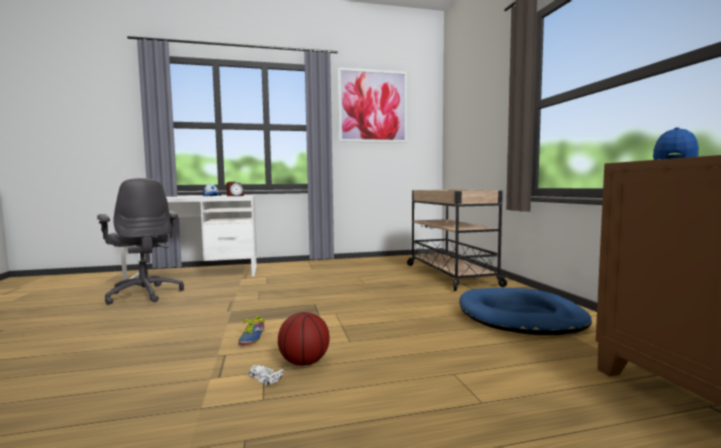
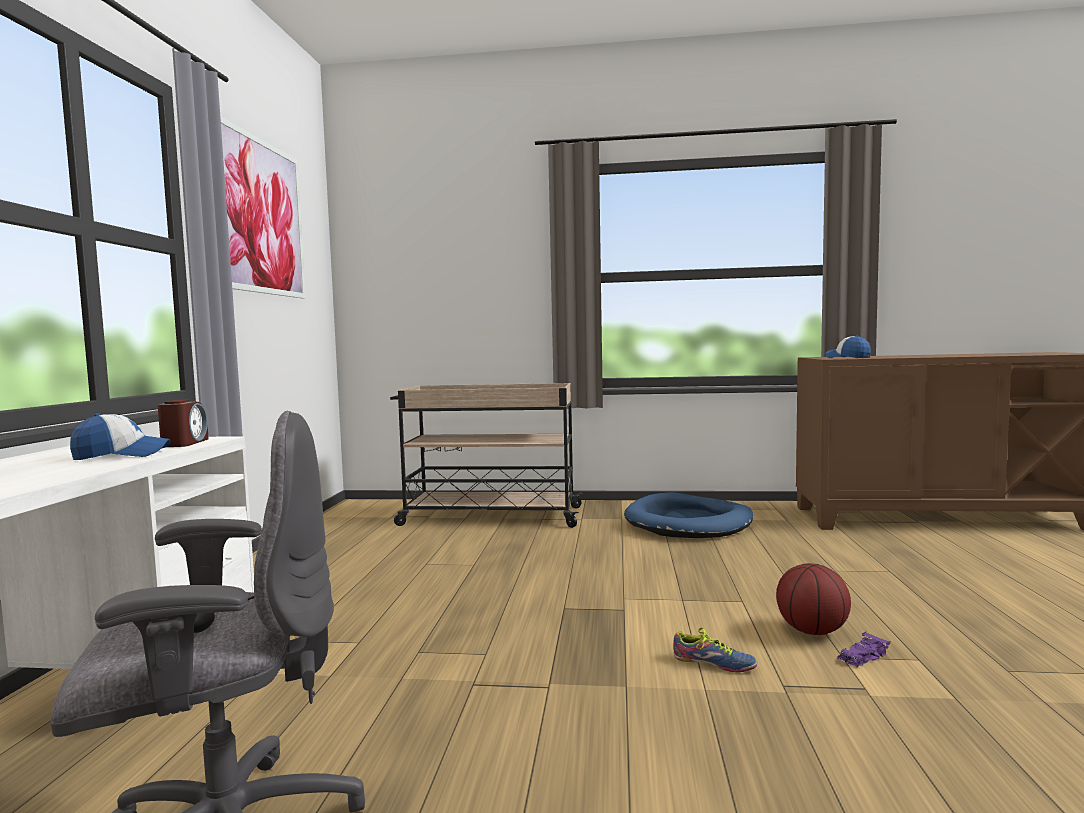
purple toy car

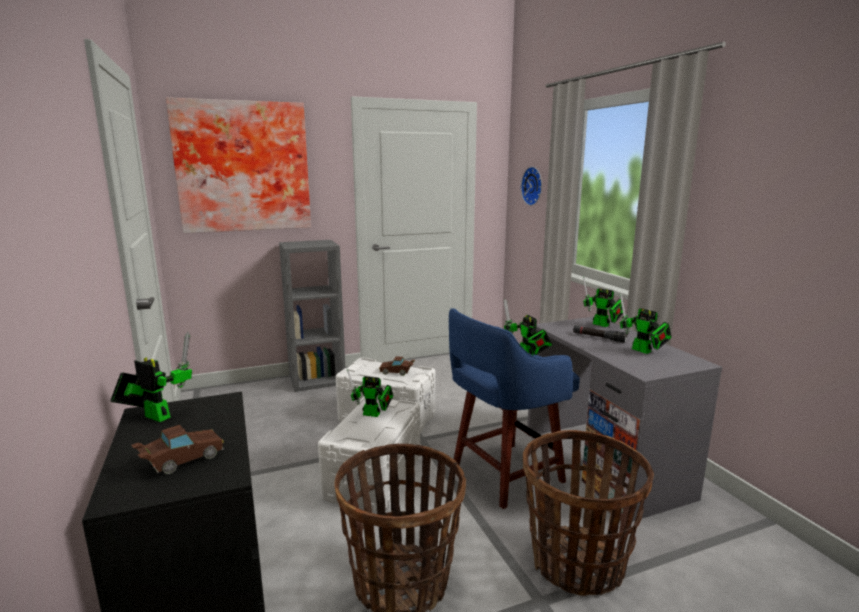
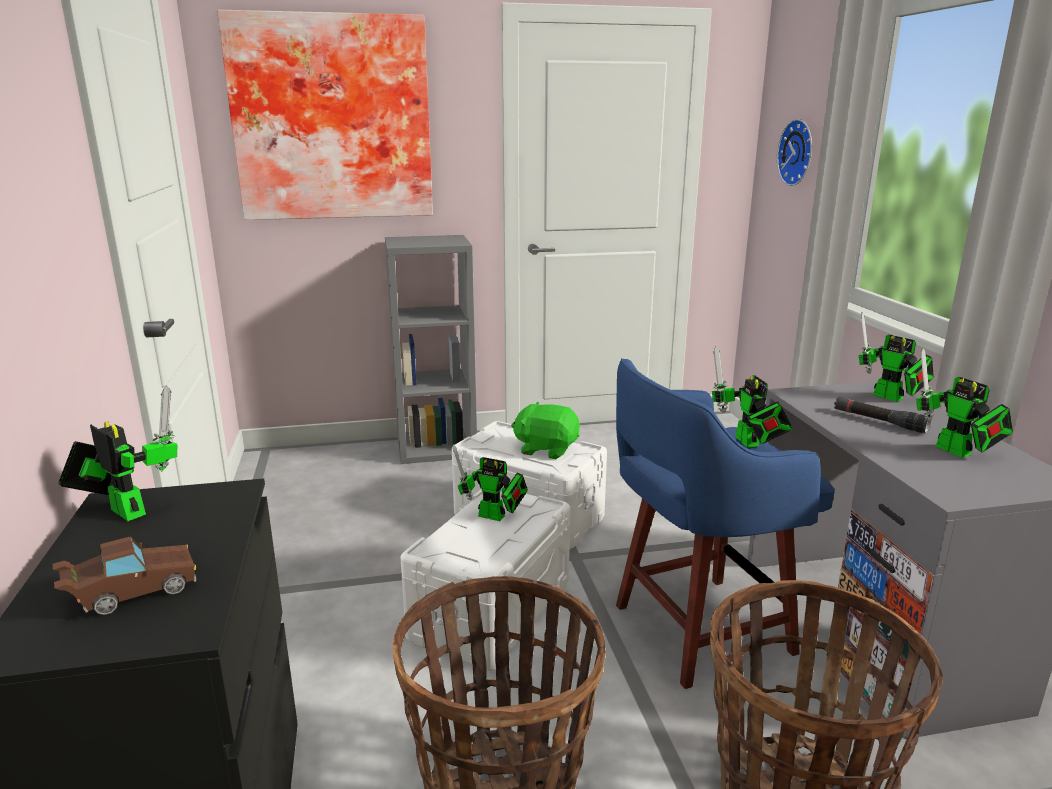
green plush toy

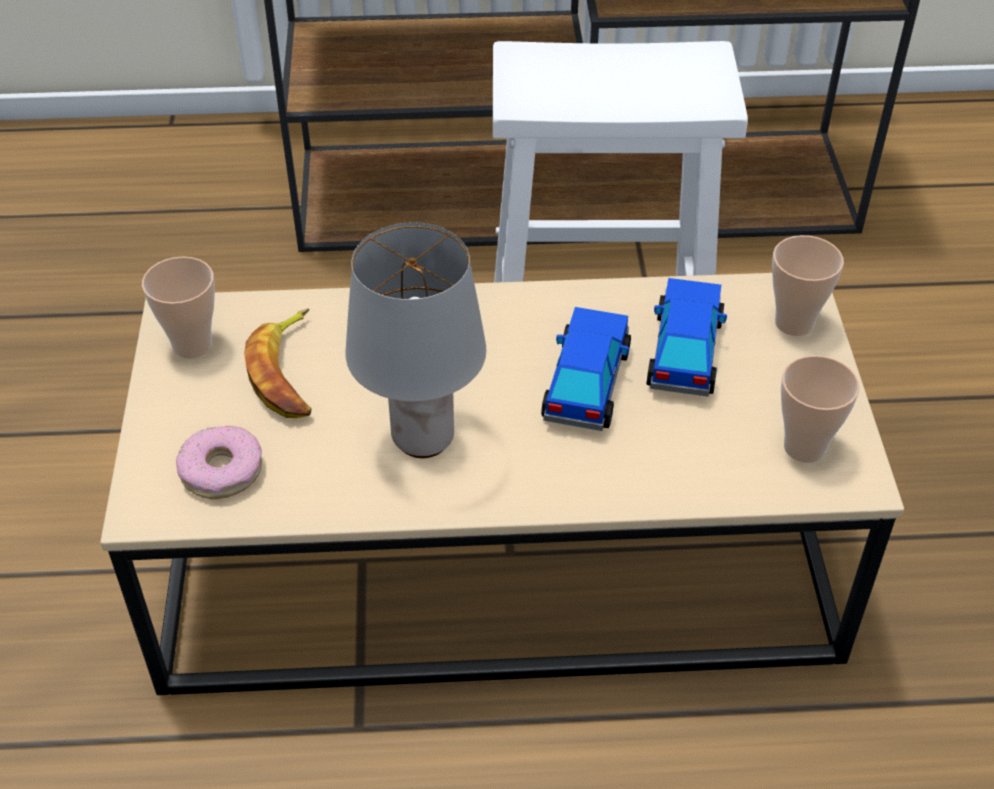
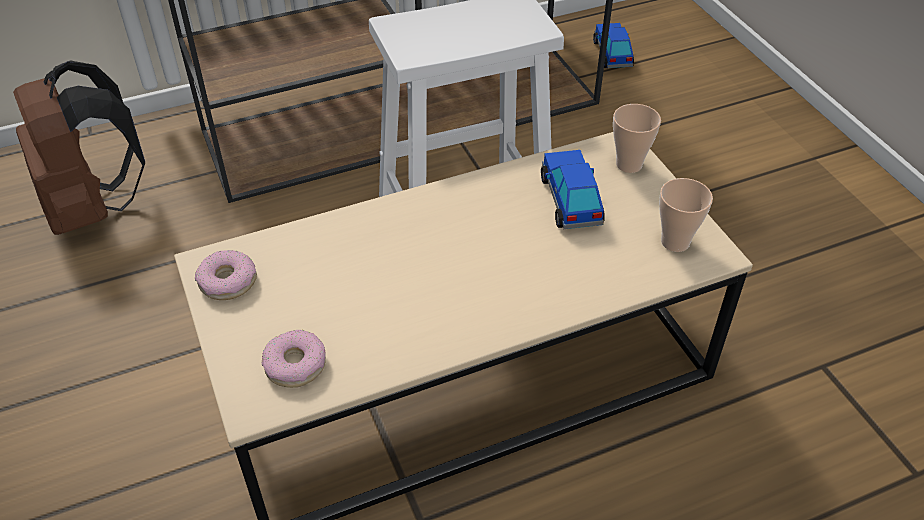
donut (no. 1 from left)
banana
grey table lamp
toy car (no. 2 from left)
brown backpack

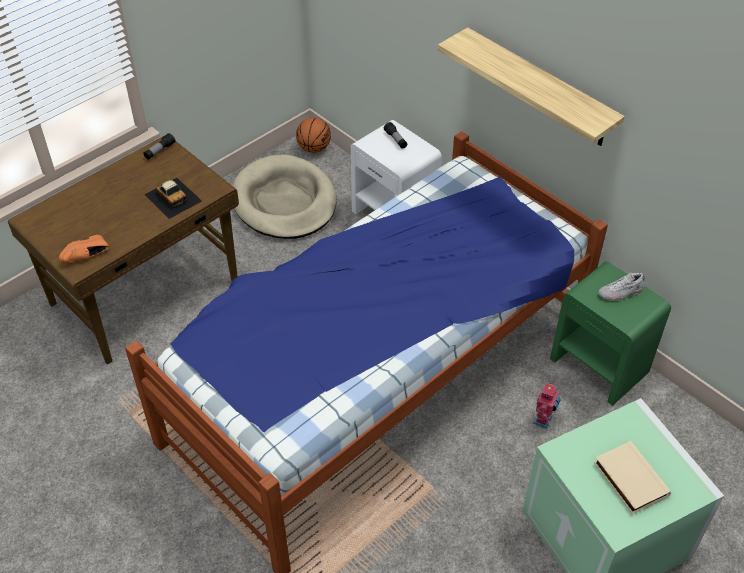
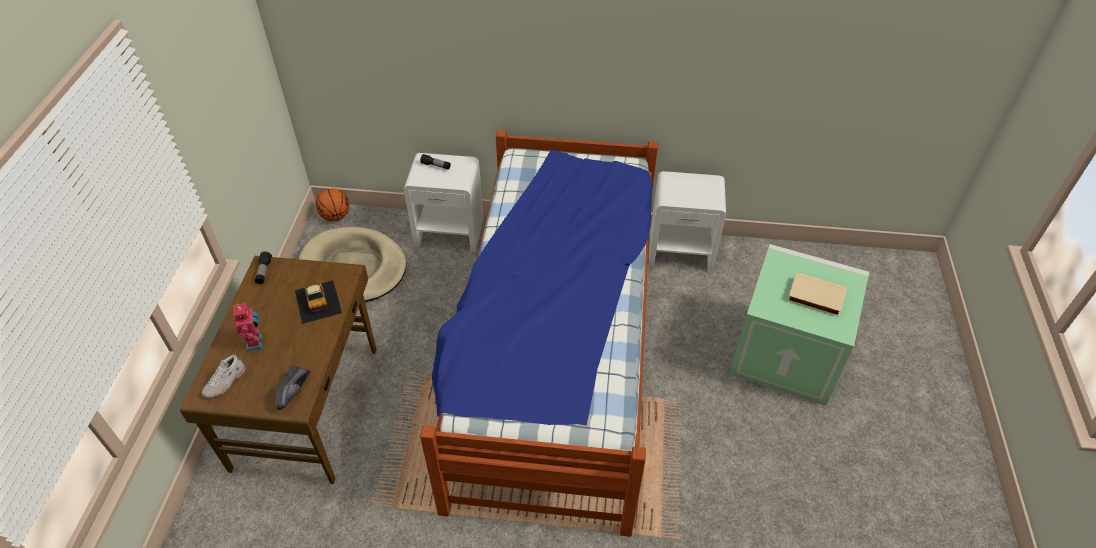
black shoe
toy car
shelf
toy robot
white nightstand (no. 2 from left)
white shoe

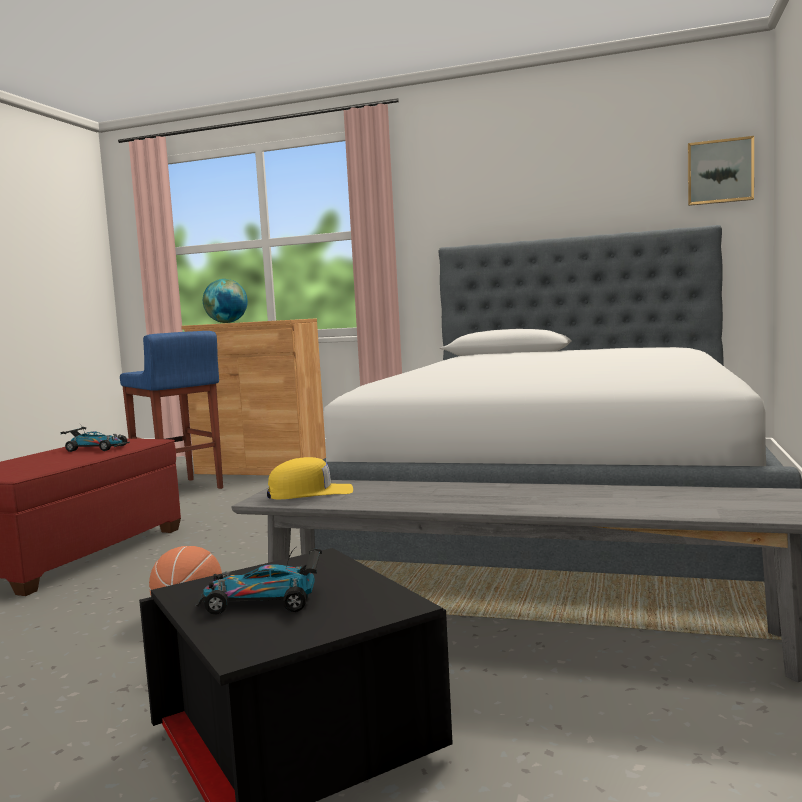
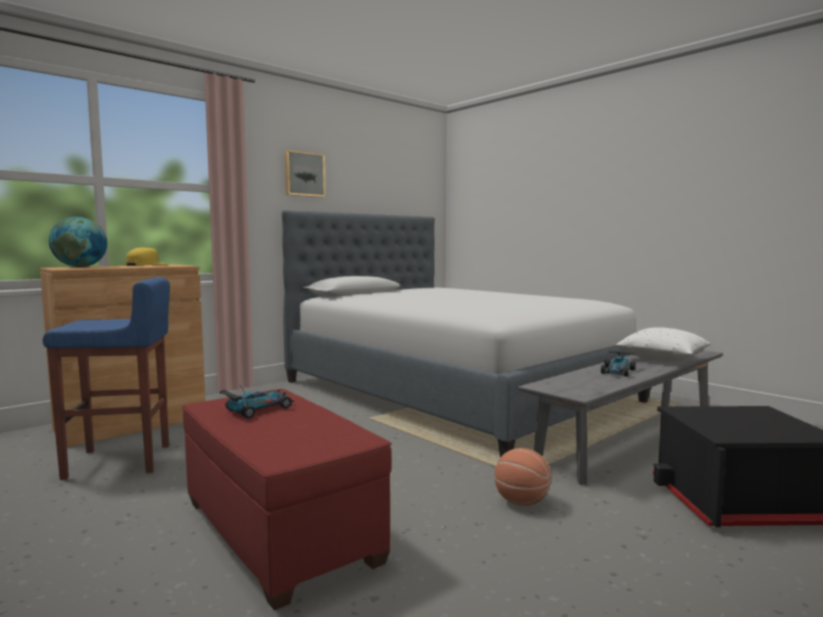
toy car (no. 2 from left)
yellow cap
picture
white pillow

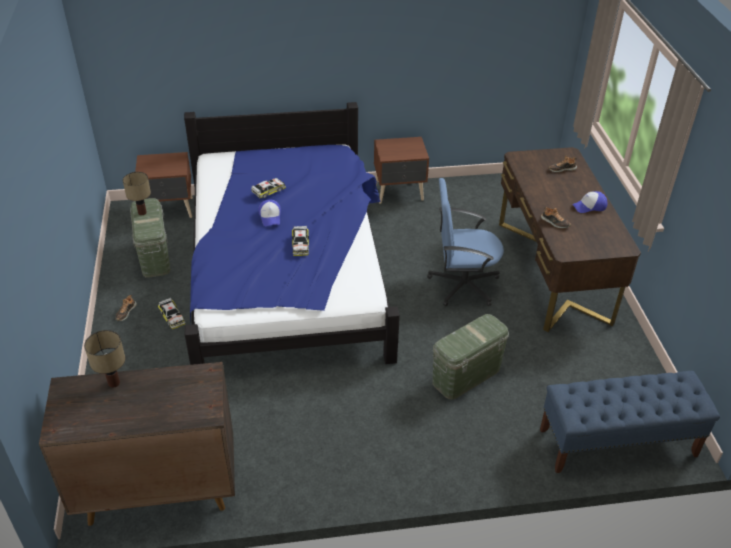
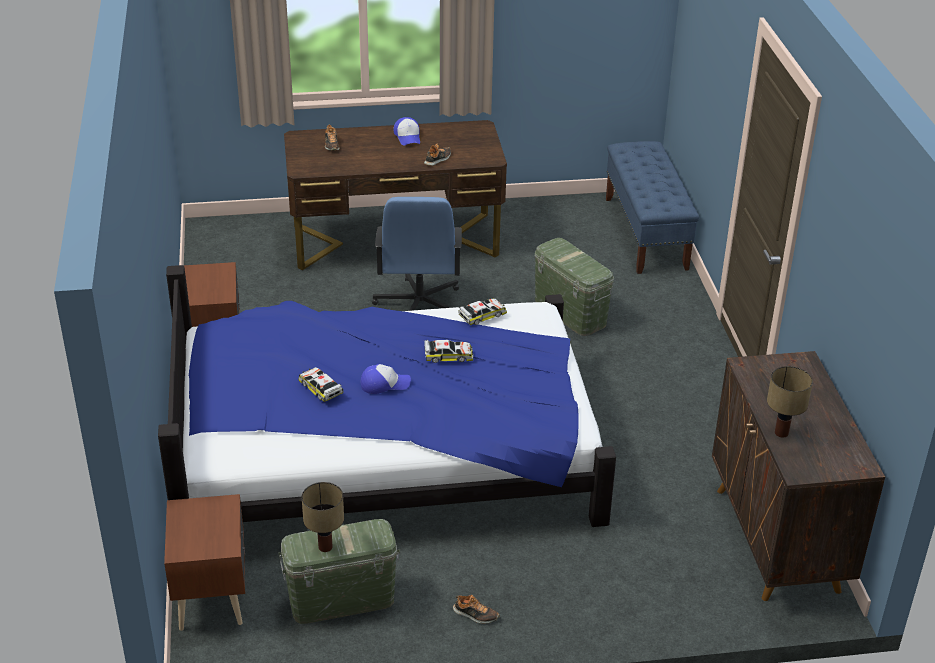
toy car (no. 3 from left)

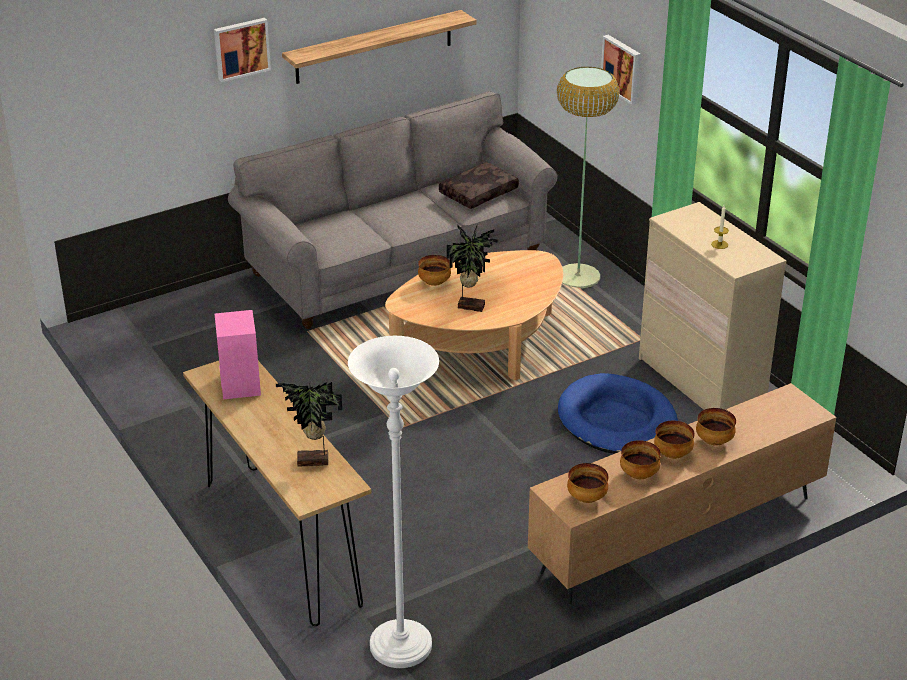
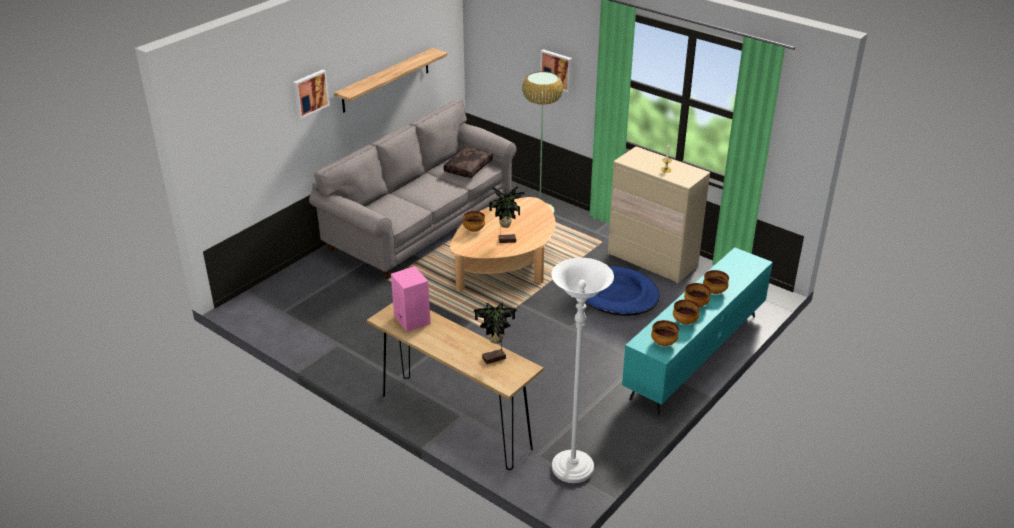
turquoise tv stand

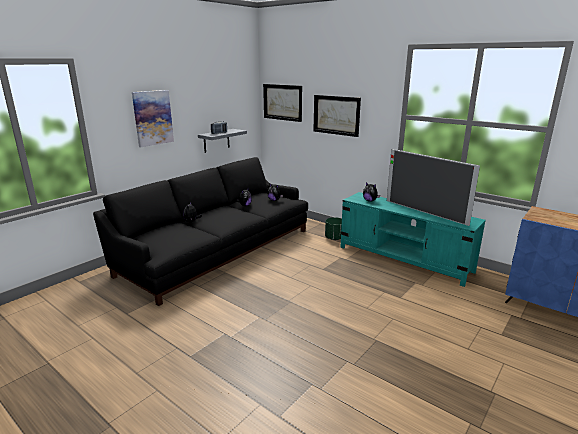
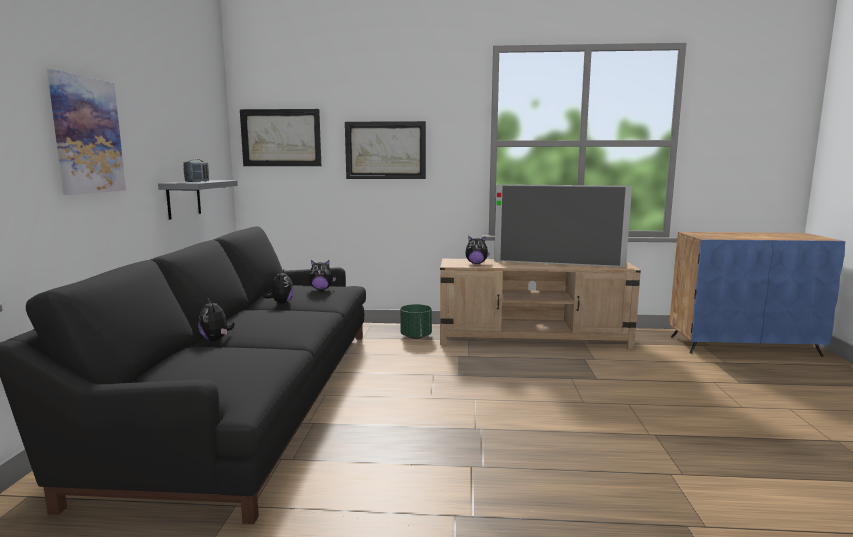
beige tv stand

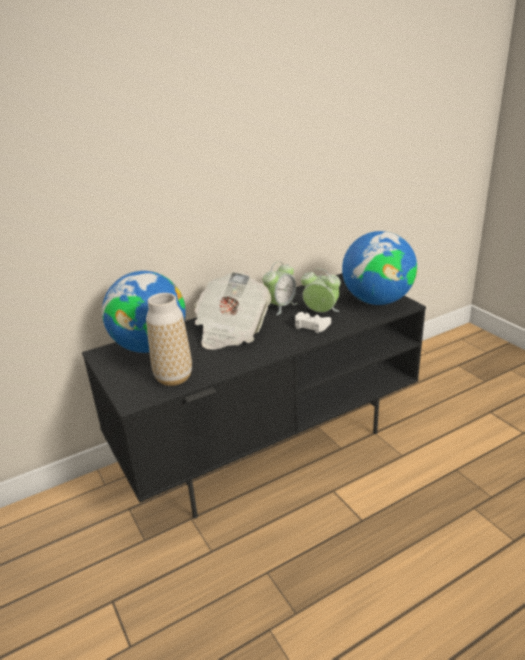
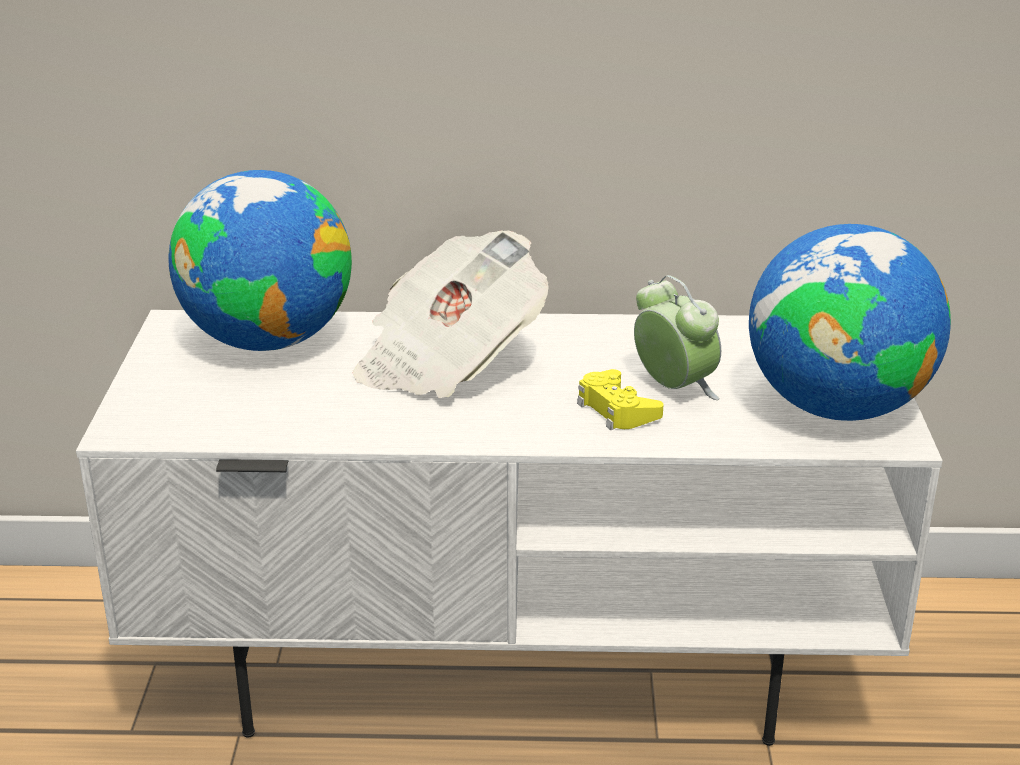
white tv stand
vase
alarm clock (no. 1 from left in the first image)
yellow game controller

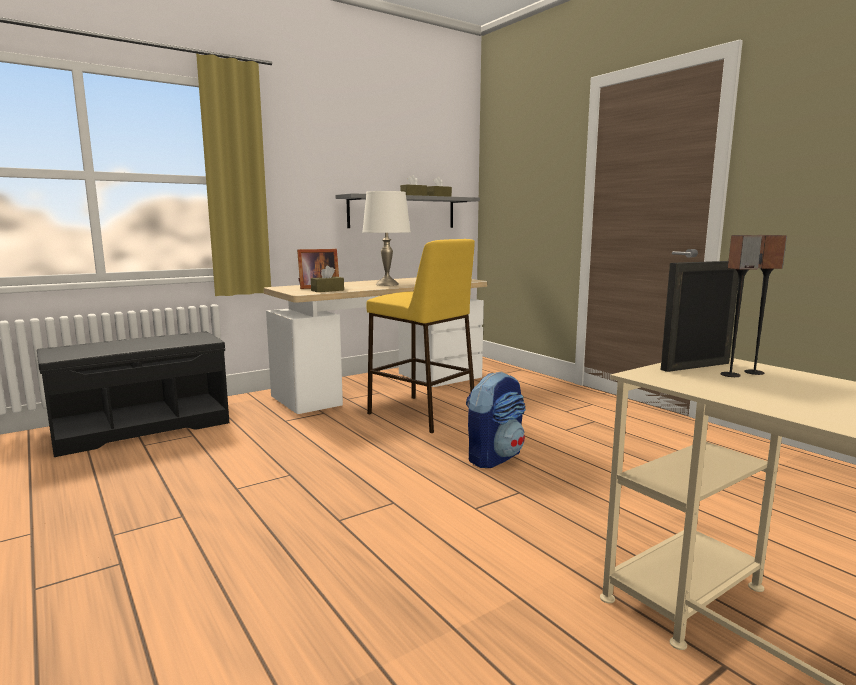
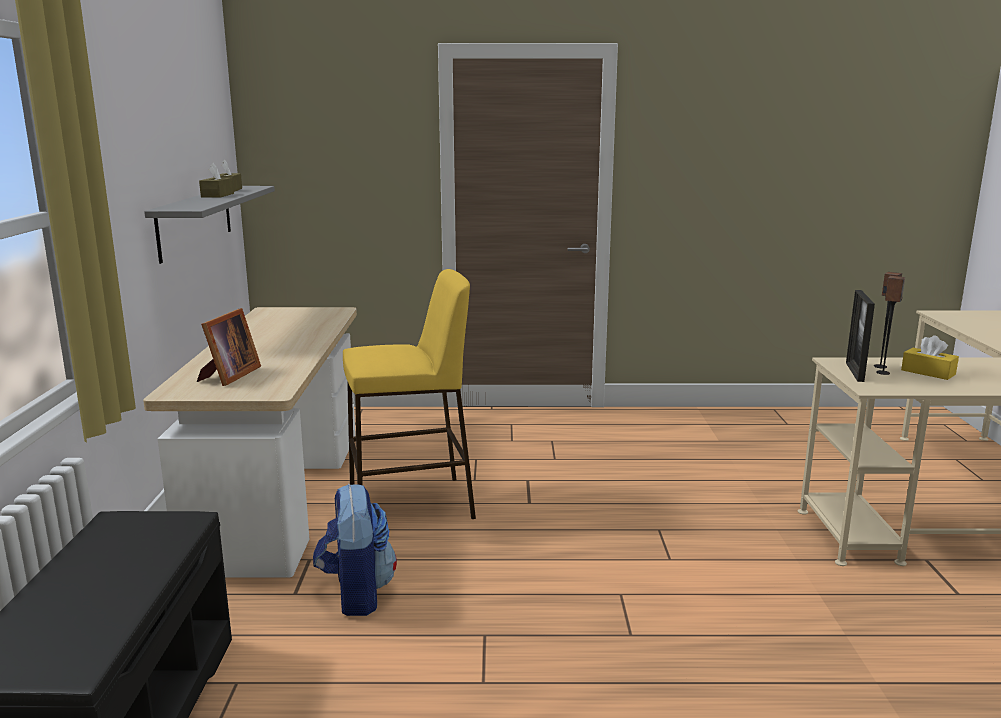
brown tissue box (no. 1 from left in the first image)
white table lamp
backpack
yellow tissue box

